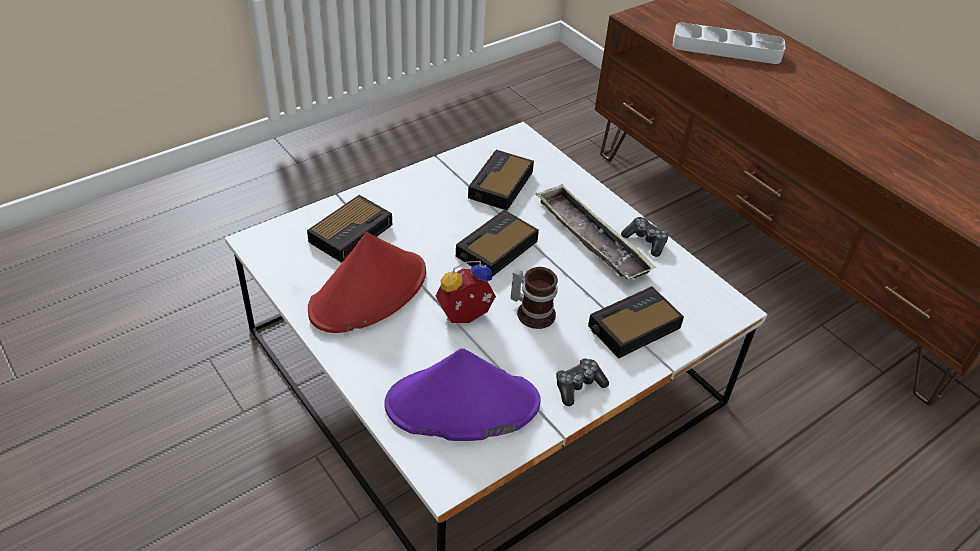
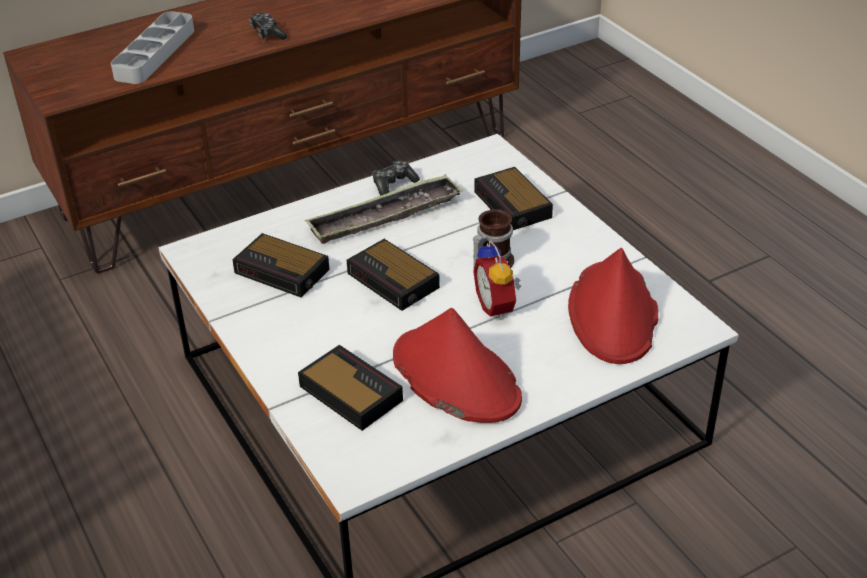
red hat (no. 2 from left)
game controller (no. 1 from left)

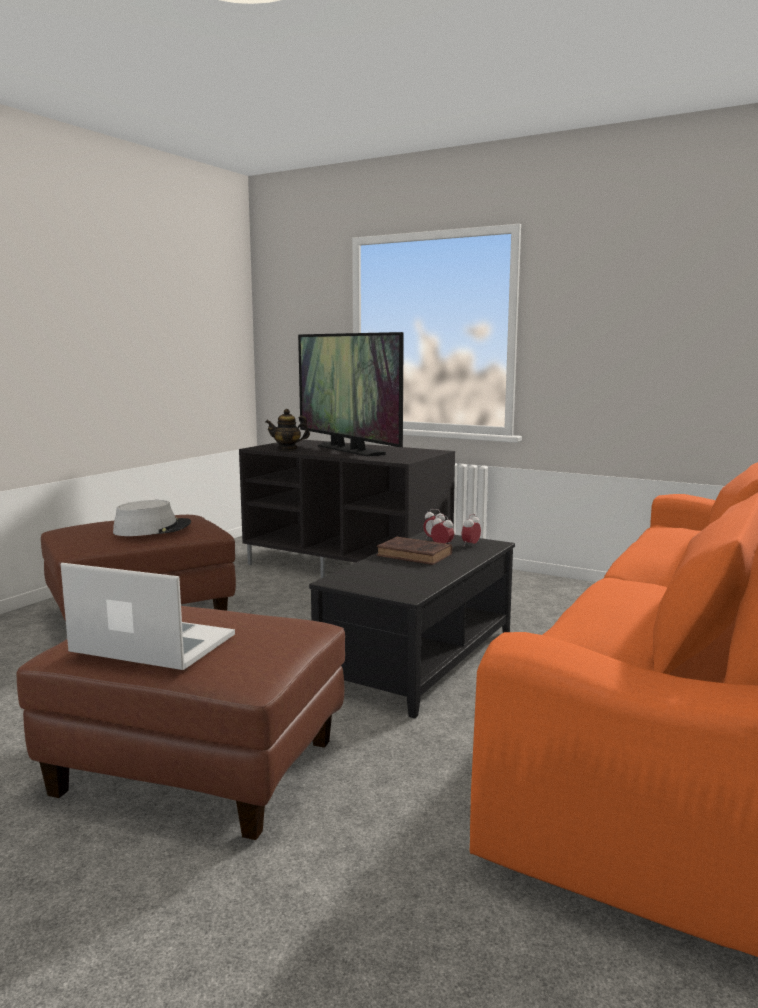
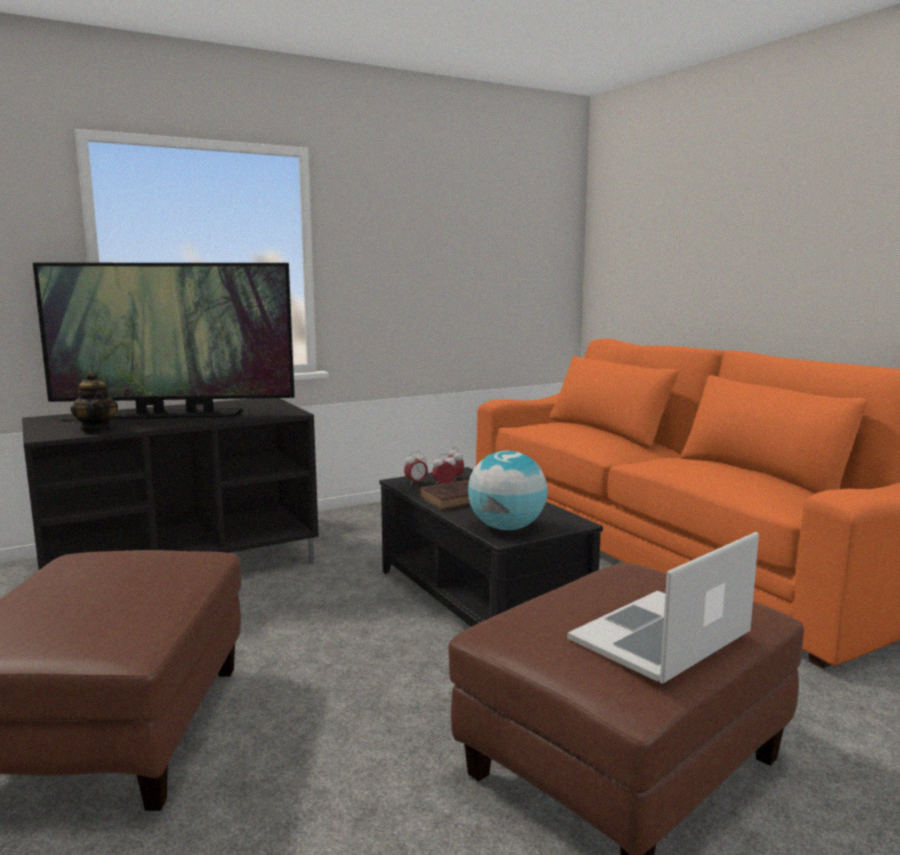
grey hat
teapot
globe

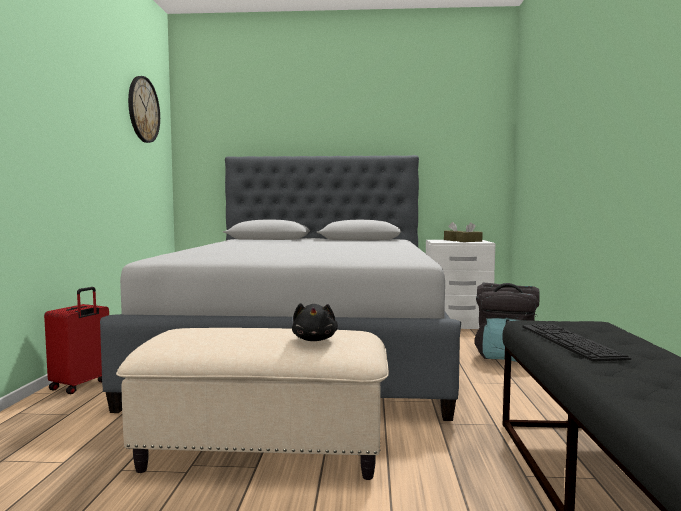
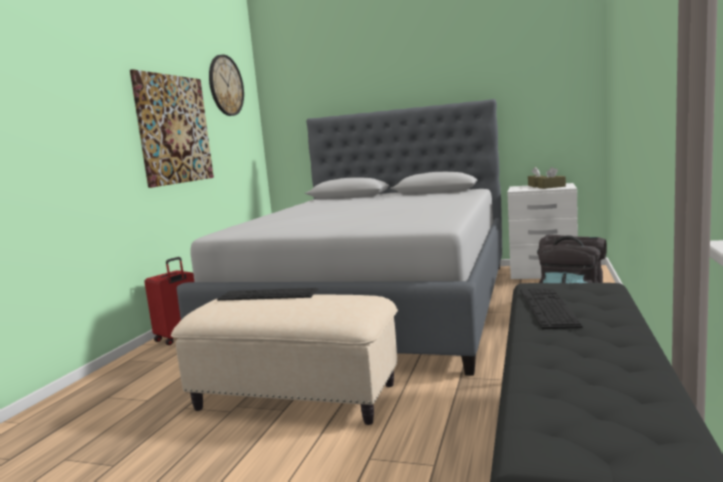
black plush toy
picture
keyboard (no. 1 from left)

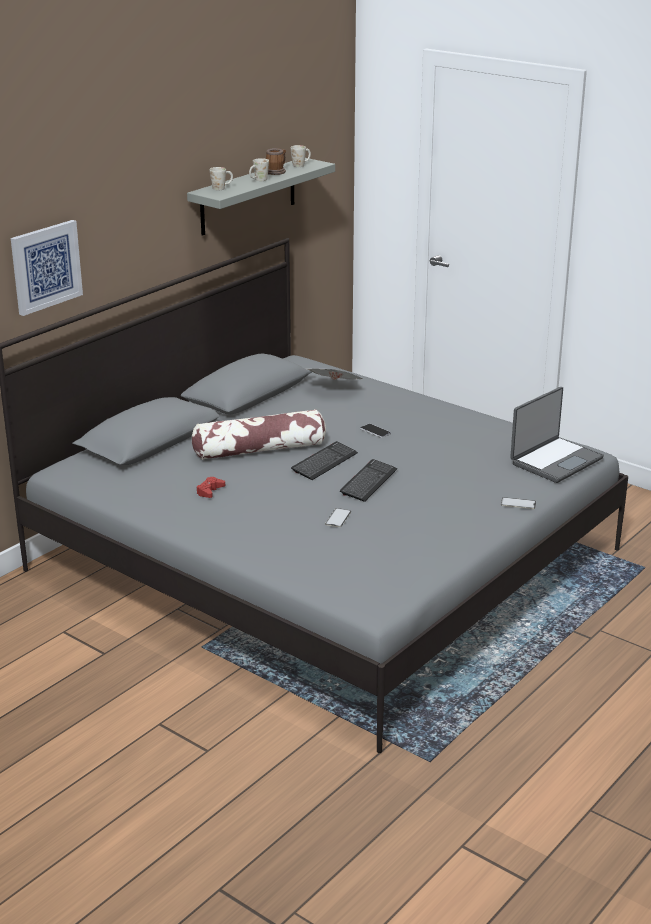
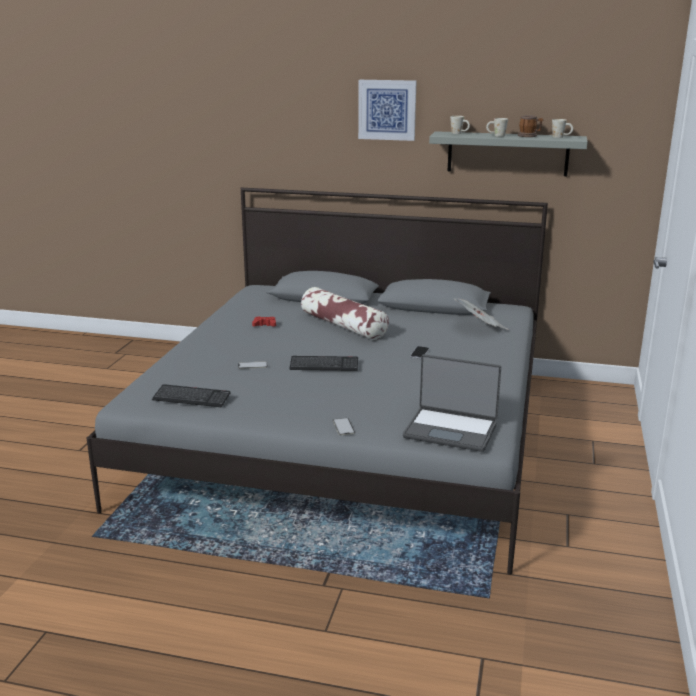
picture
keyboard (no. 1 from left)

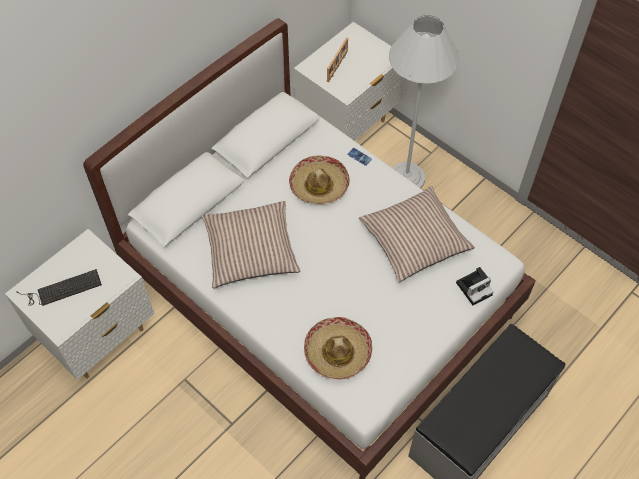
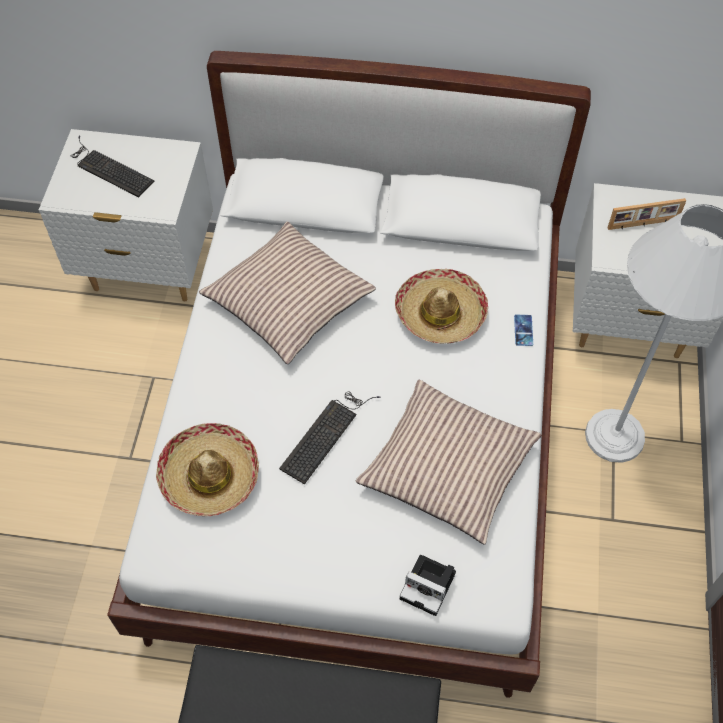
keyboard (no. 2 from left)

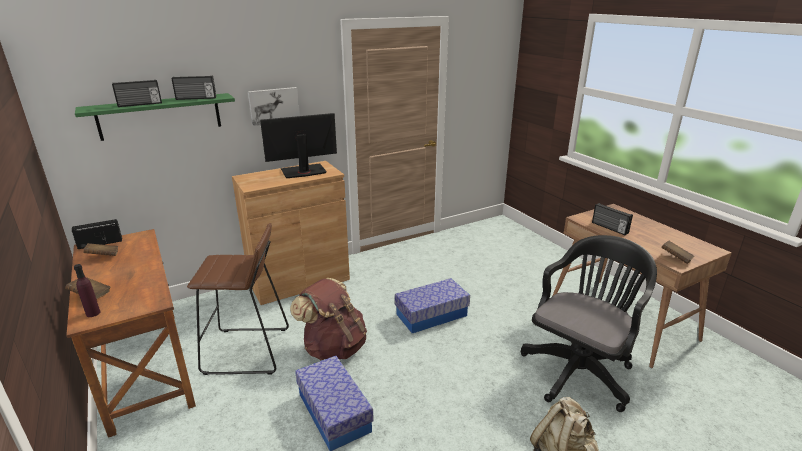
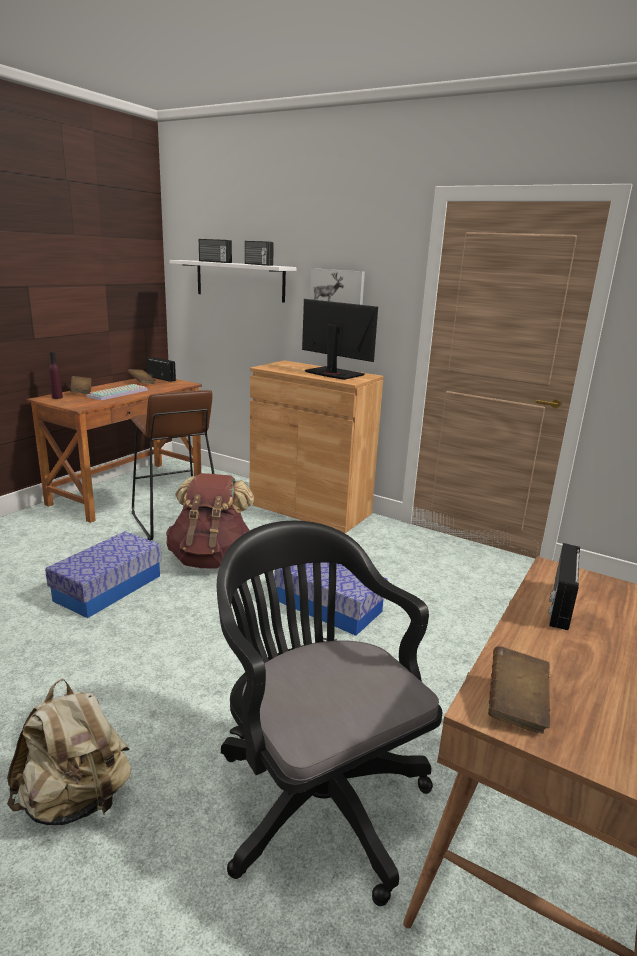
white shelf
black office chair
keyboard

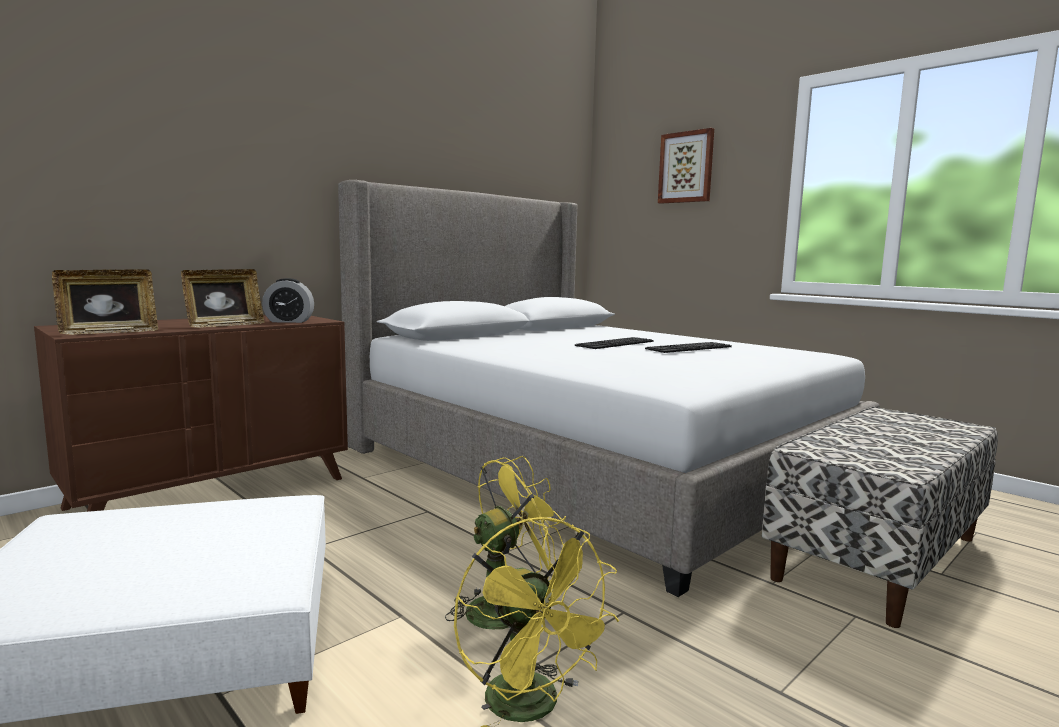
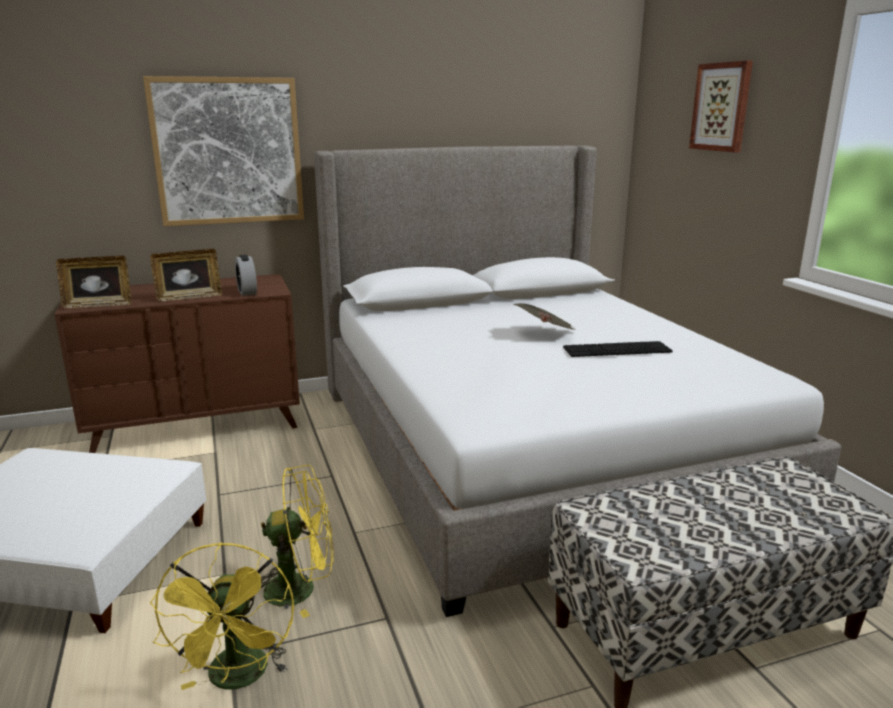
alarm clock
newspaper
picture (no. 1 from left)

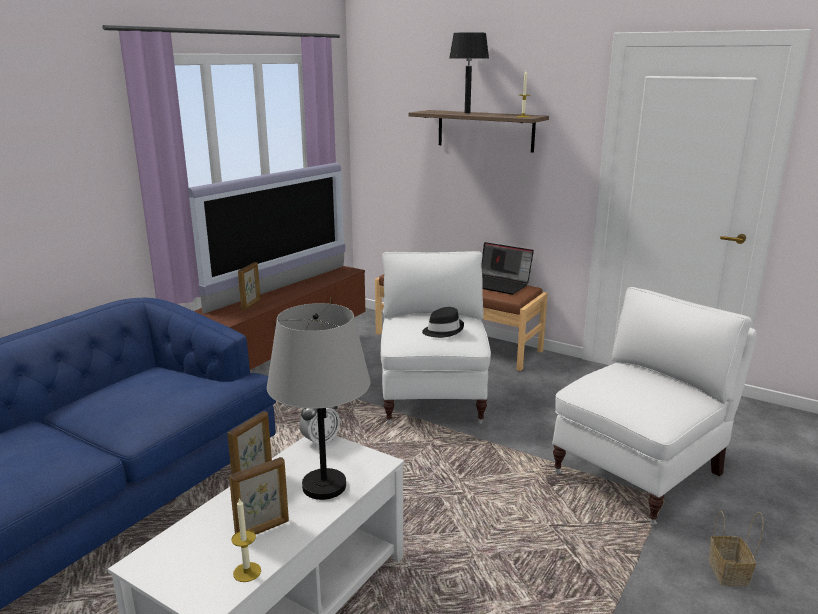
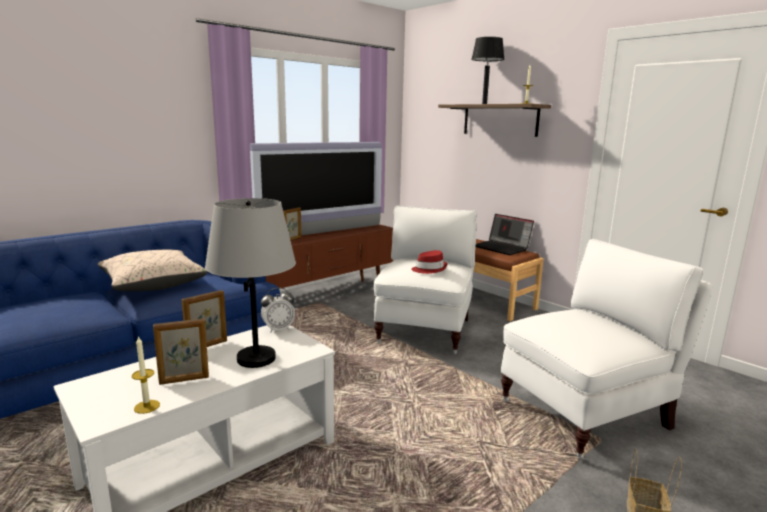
red hat
beige pillow

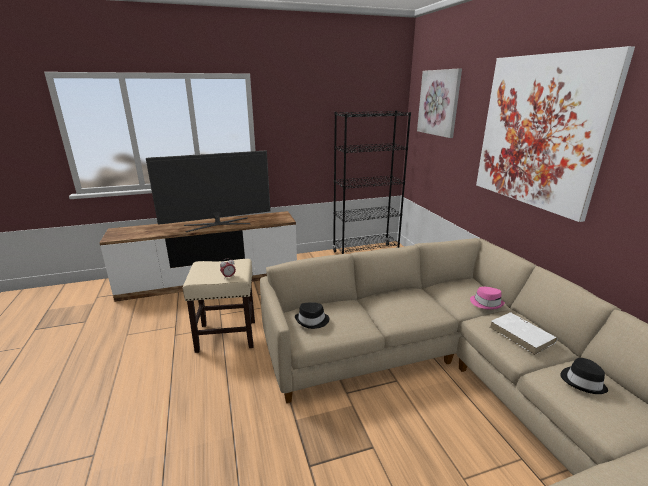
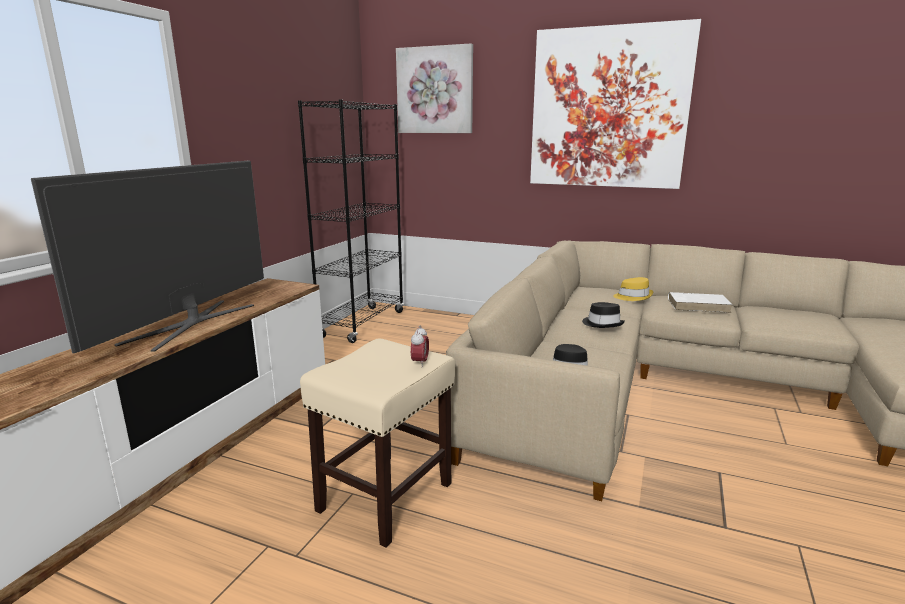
yellow hat
black hat (no. 2 from left)

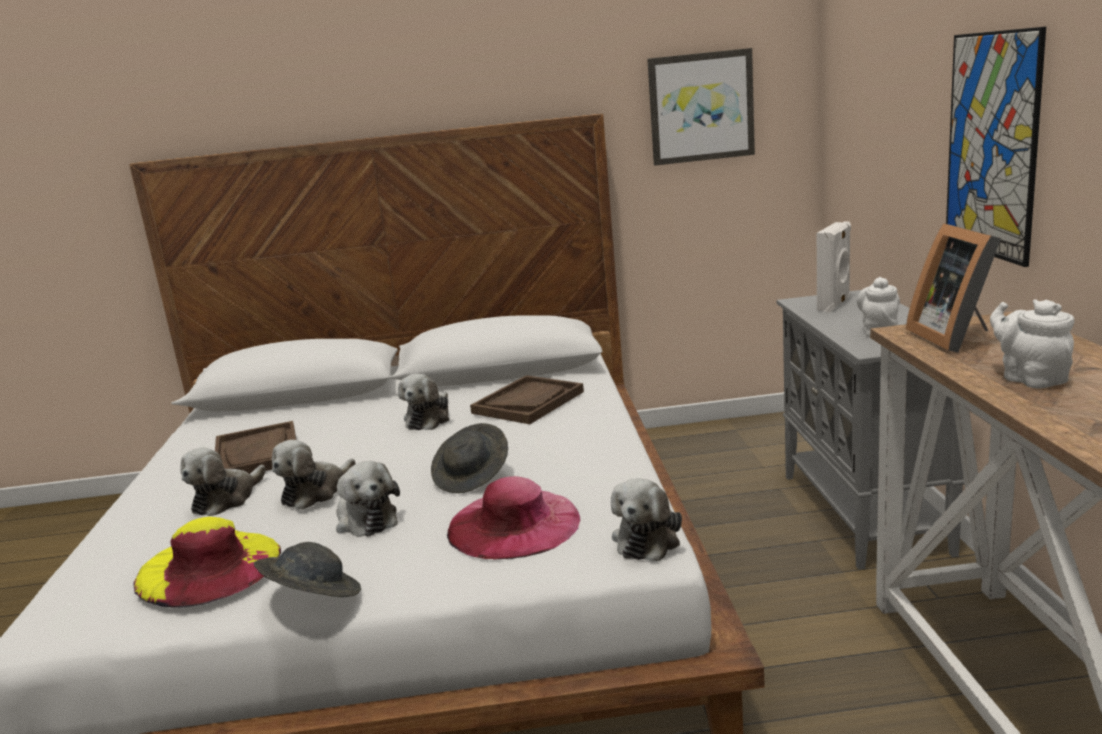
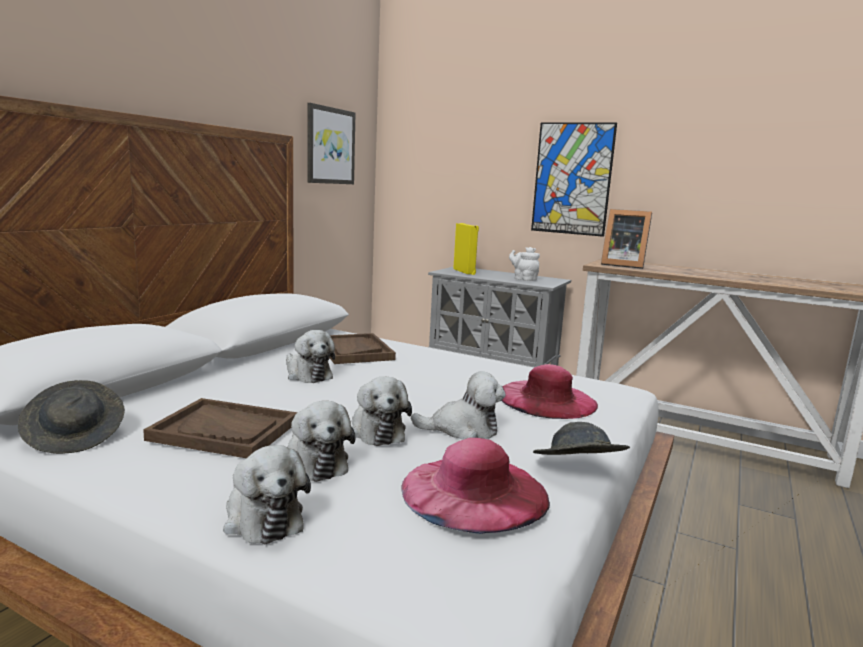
pink hat (no. 1 from left)
grey hat (no. 1 from left)
plush toy (no. 1 from left)
yellow speaker
white teapot (no. 2 from left in the first image)

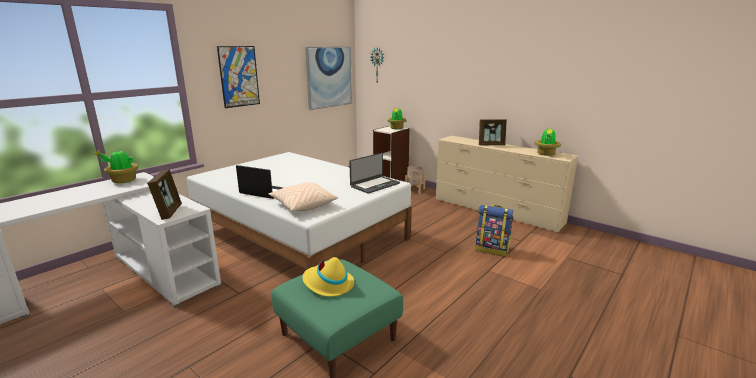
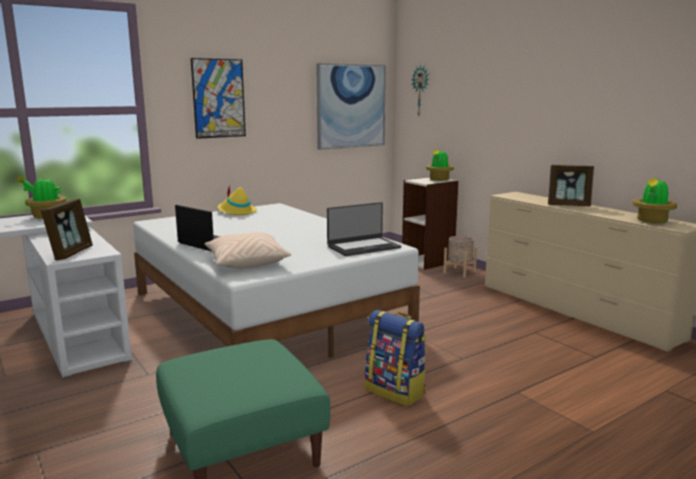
yellow hat
backpack

